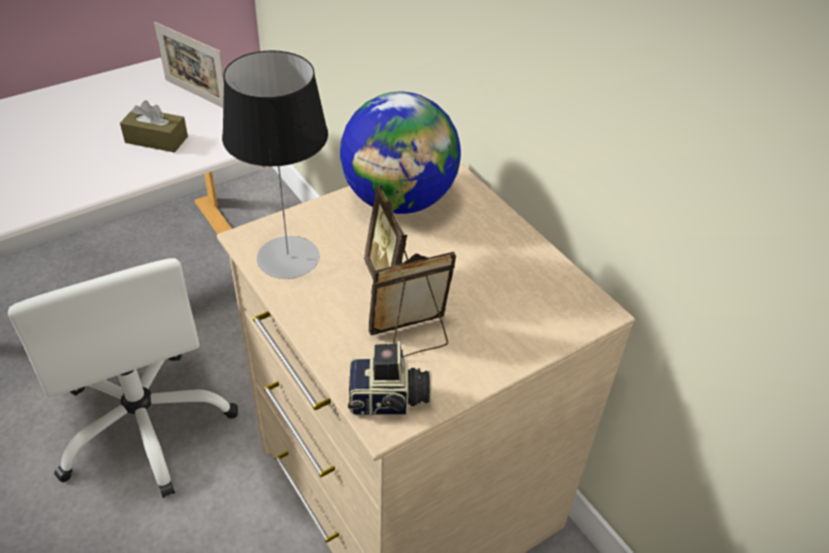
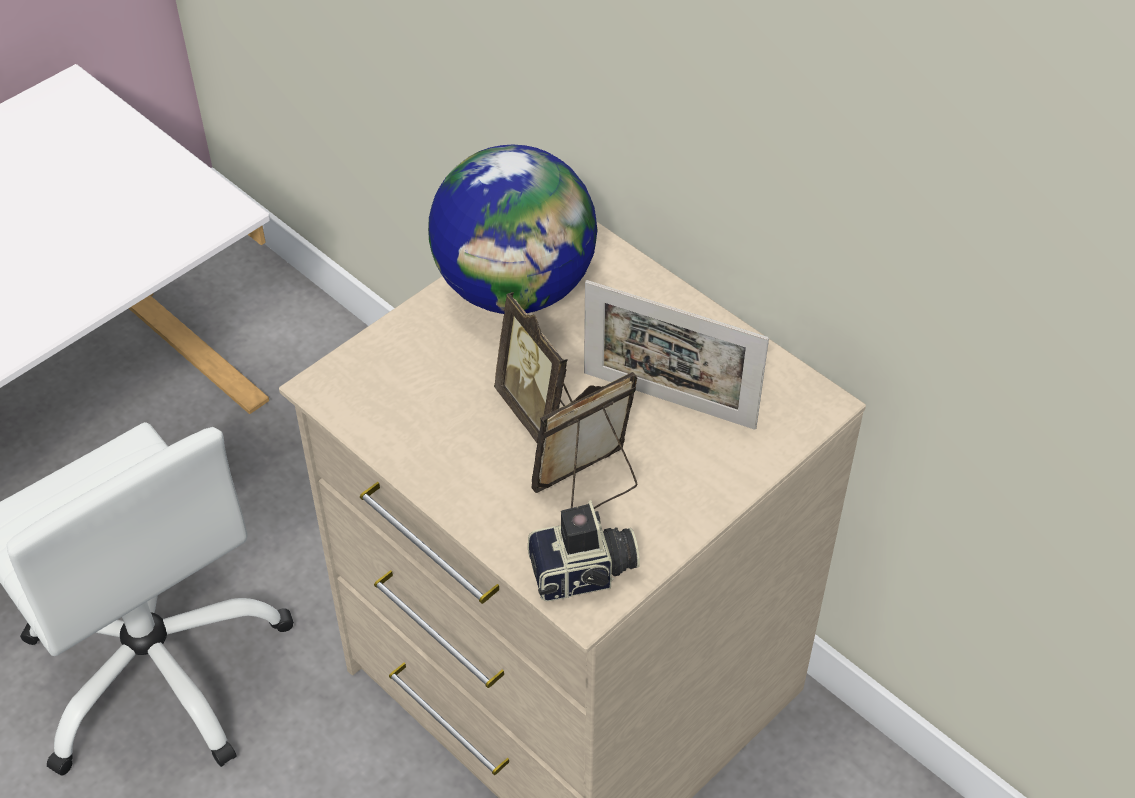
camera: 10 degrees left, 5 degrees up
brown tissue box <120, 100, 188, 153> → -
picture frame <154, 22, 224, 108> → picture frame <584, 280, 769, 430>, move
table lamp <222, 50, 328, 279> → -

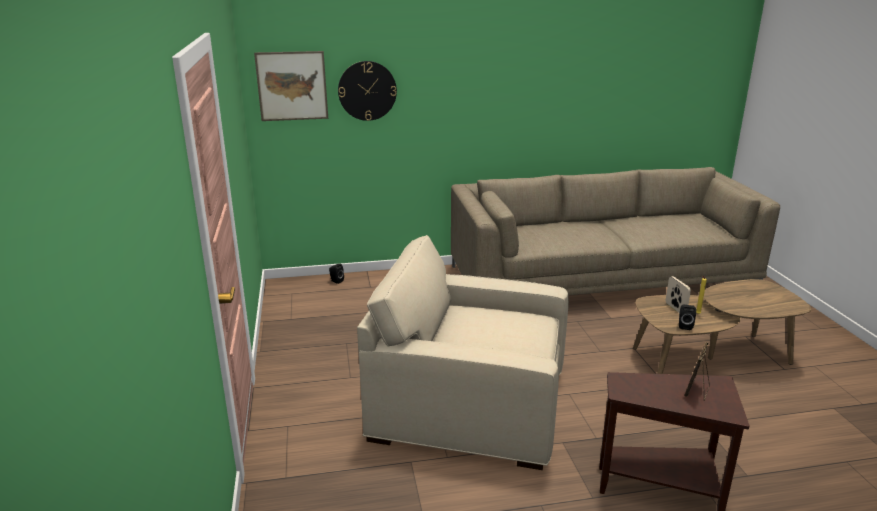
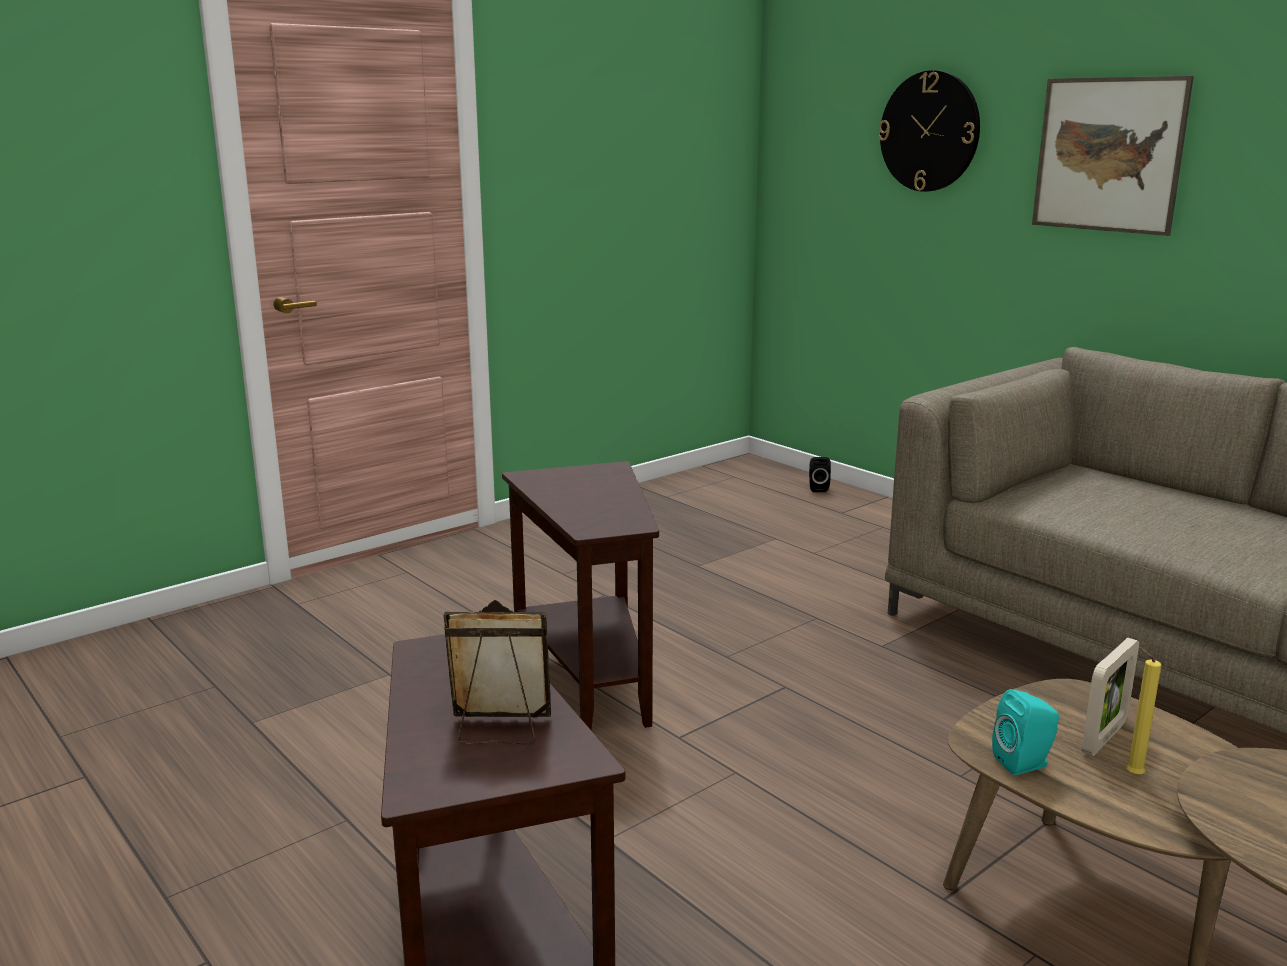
camera: 60 degrees right, 5 degrees down
picture <254, 51, 328, 121> → picture <1032, 76, 1194, 236>, move
beige armchair <357, 235, 569, 470> → brown side table <502, 461, 659, 730>
black speaker <679, 305, 696, 330> → turquoise speaker <992, 689, 1059, 775>

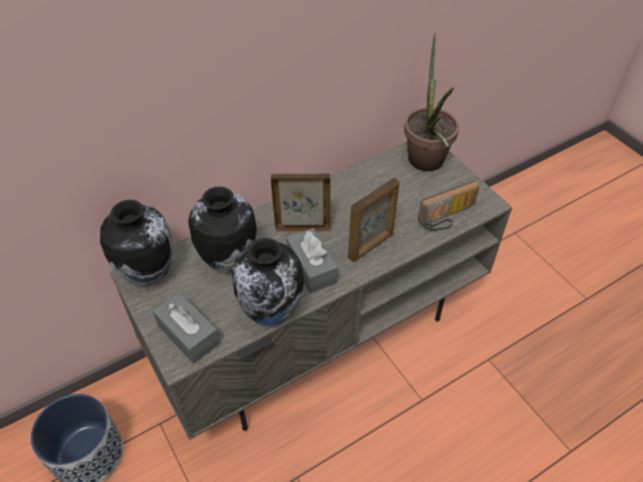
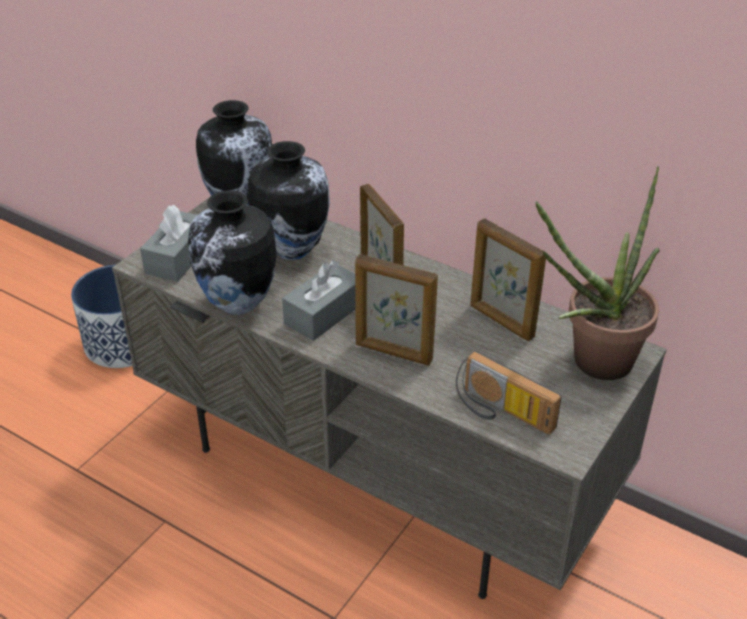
camera: 65 degrees right, 10 degrees down
- → picture frame <470, 218, 546, 341>

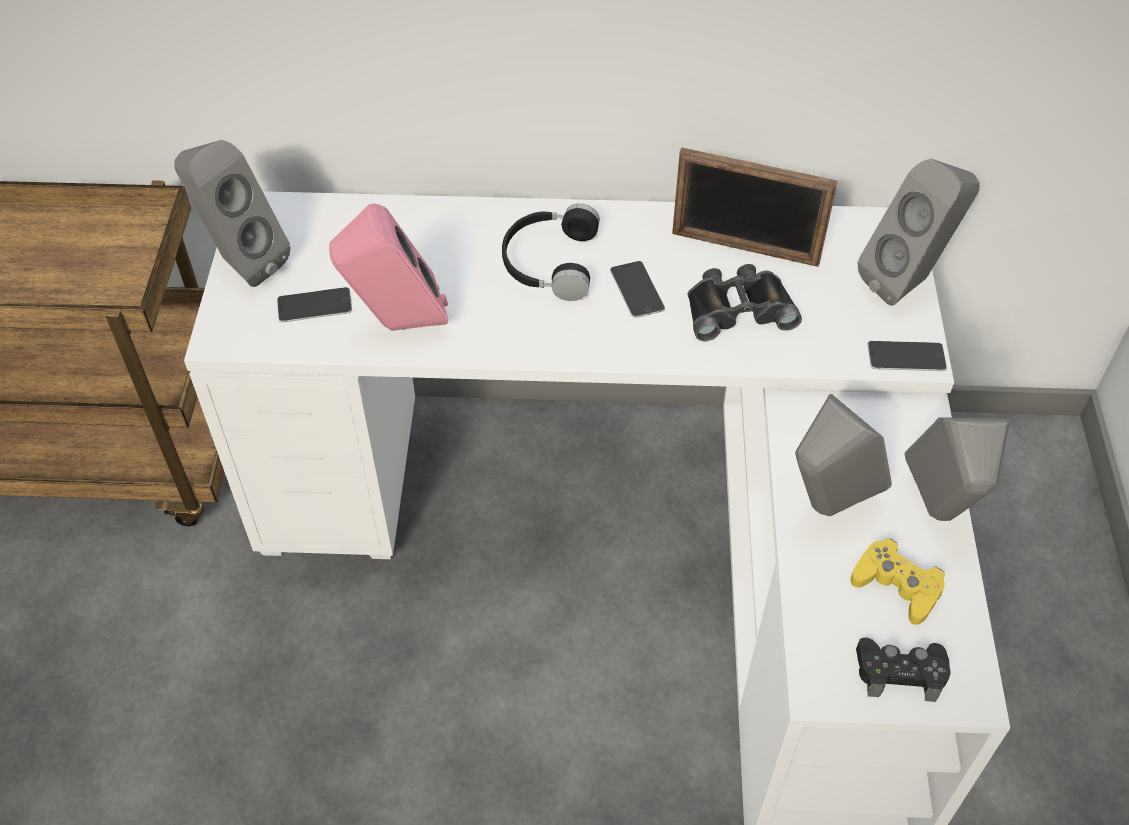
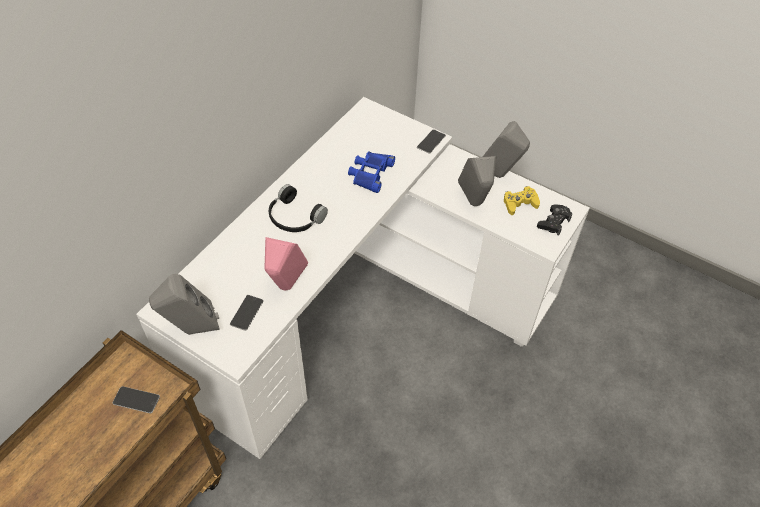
camera: 60 degrees left, 0 degrees up
phone <610, 261, 665, 318> → phone <113, 386, 160, 413>, move
picture frame <672, 147, 838, 267> → -
black binoculars <687, 264, 802, 341> → blue binoculars <348, 151, 395, 193>
grey speaker <857, 159, 980, 306> → -

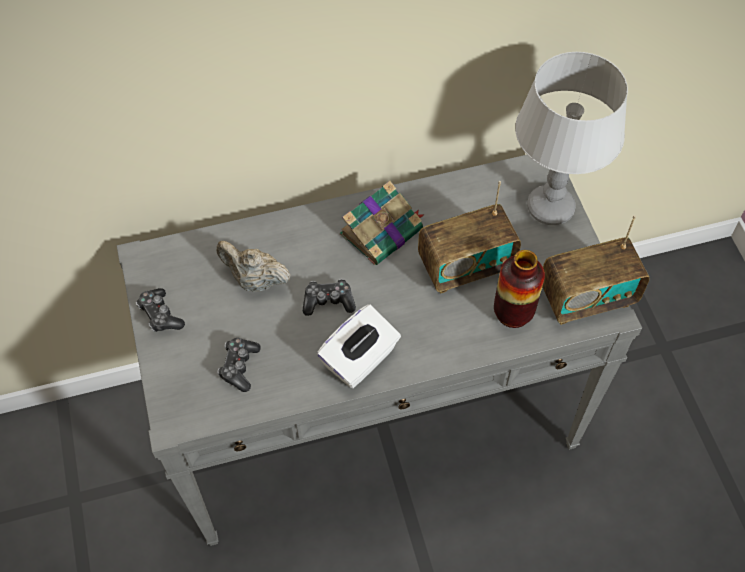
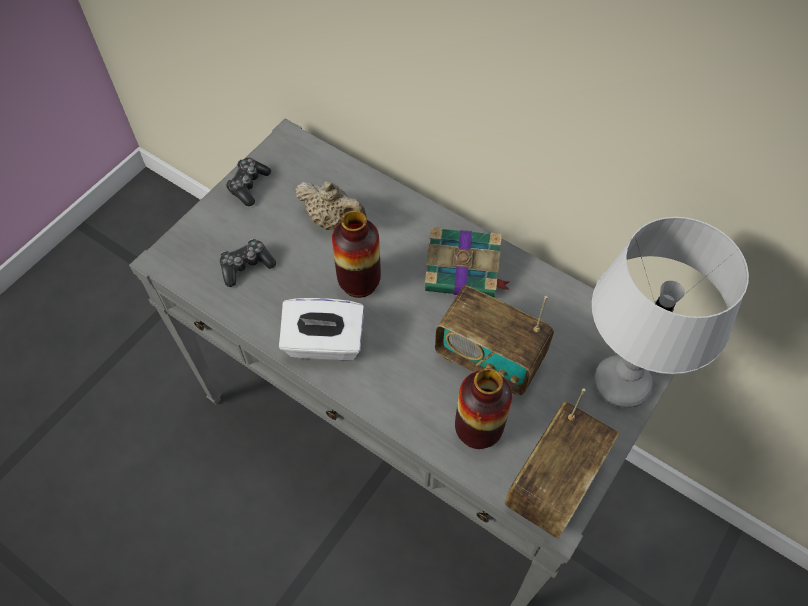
camera: 50 degrees right, 0 degrees up
beige teapot <216, 241, 291, 292> → beige teapot <295, 181, 367, 230>, 135 degrees clockwise
game controller <303, 279, 356, 316> → vase <332, 210, 381, 298>
radio <542, 215, 649, 325> → radio <505, 388, 620, 539>, 90 degrees counterclockwise

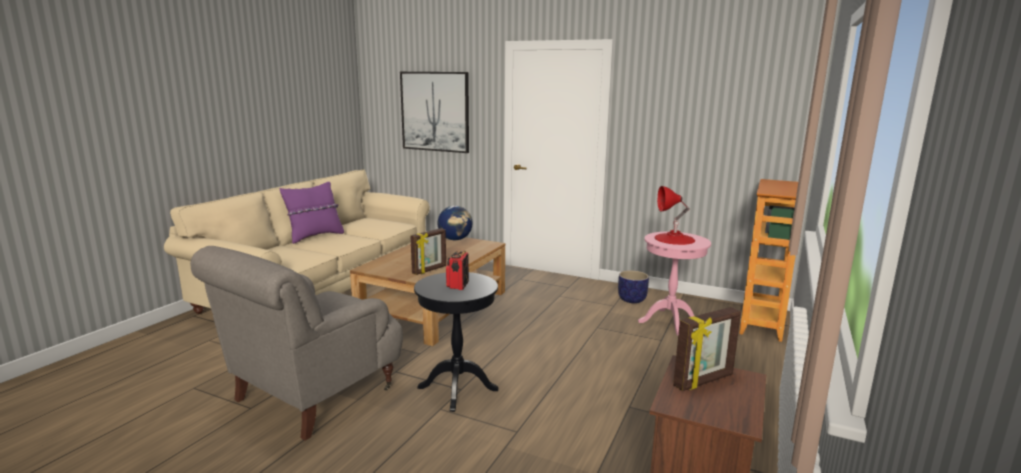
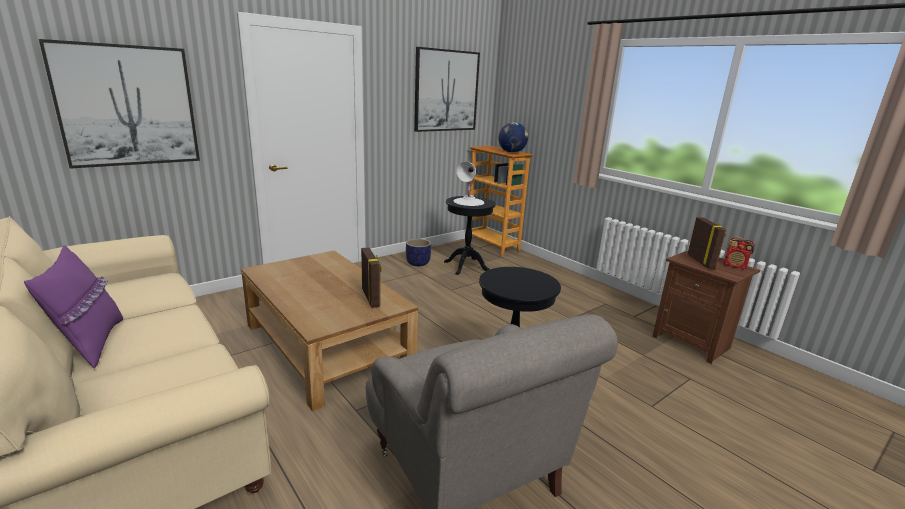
camera: 65 degrees left, 5 degrees up
globe <438, 206, 472, 240> → globe <498, 122, 528, 153>, move
radio <446, 250, 469, 290> → radio <724, 236, 755, 269>, move
pink side table <638, 232, 711, 336> → black side table <444, 196, 496, 275>
red table lamp <654, 186, 695, 245> → white table lamp <454, 161, 484, 206>
- → picture <414, 47, 480, 132>

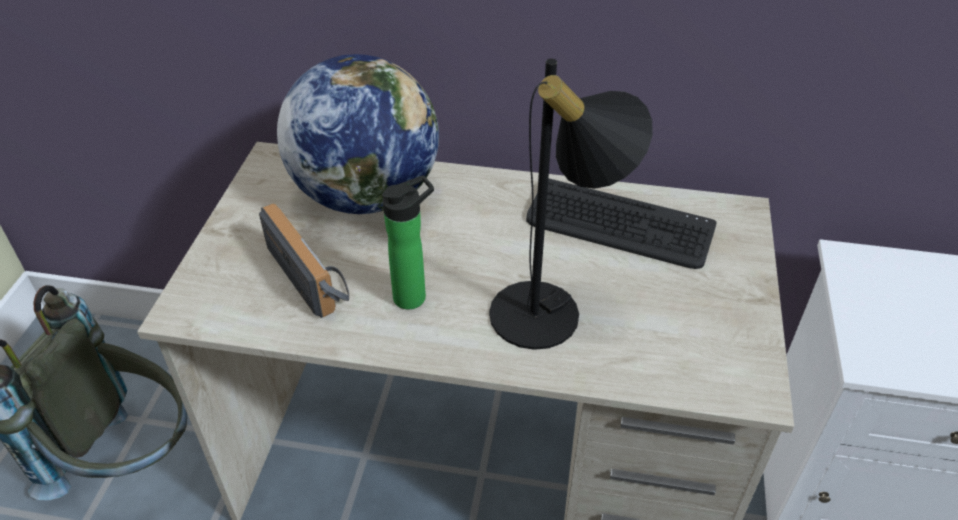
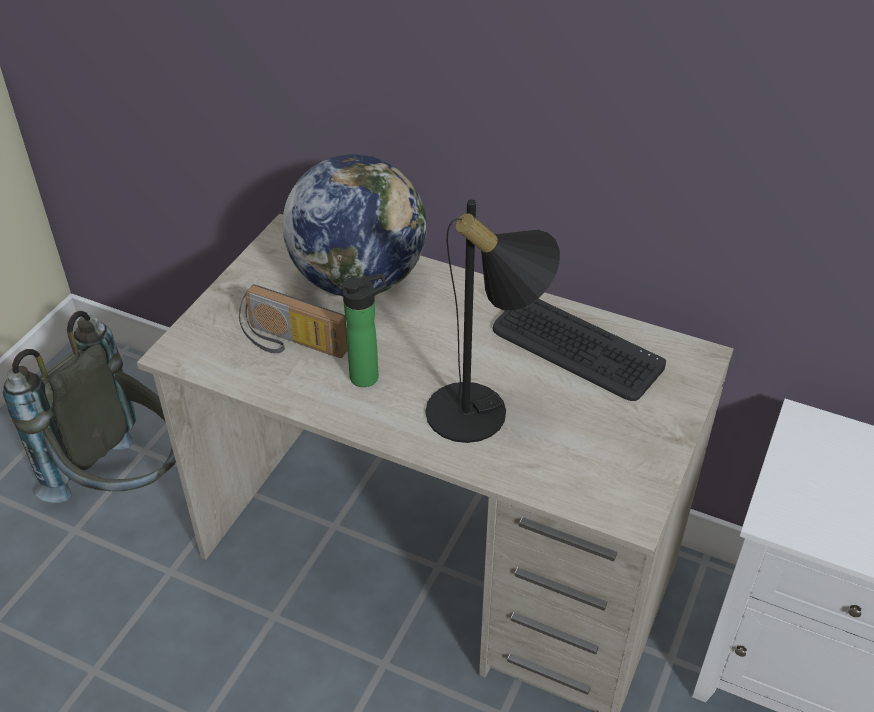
camera: 15 degrees right, 0 degrees up
radio <259, 203, 349, 318> → radio <239, 284, 348, 358>, 135 degrees clockwise

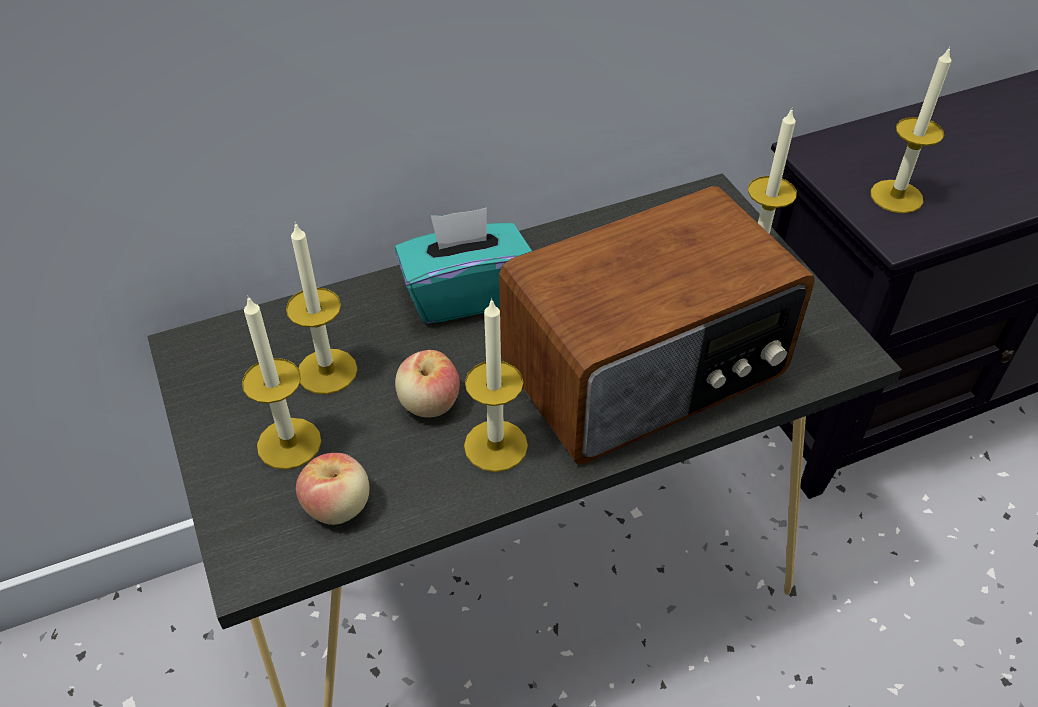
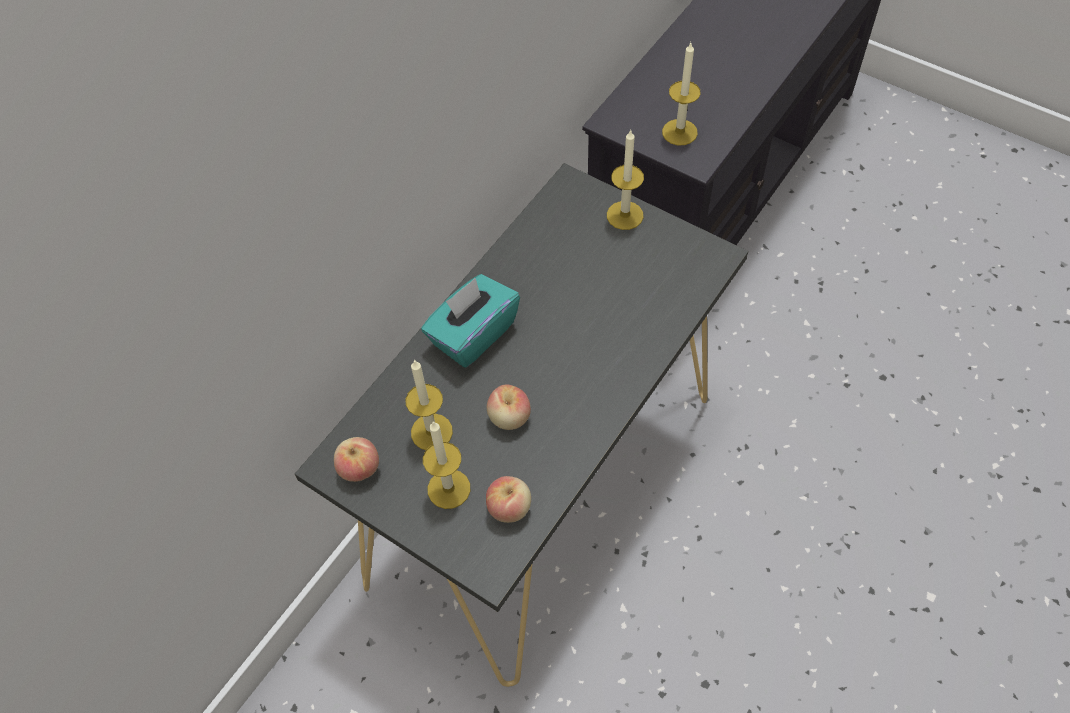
camera: 30 degrees left, 10 degrees up
candle <464, 298, 528, 472> → -
radio <499, 186, 815, 465> → -
- → apple <334, 437, 379, 482>

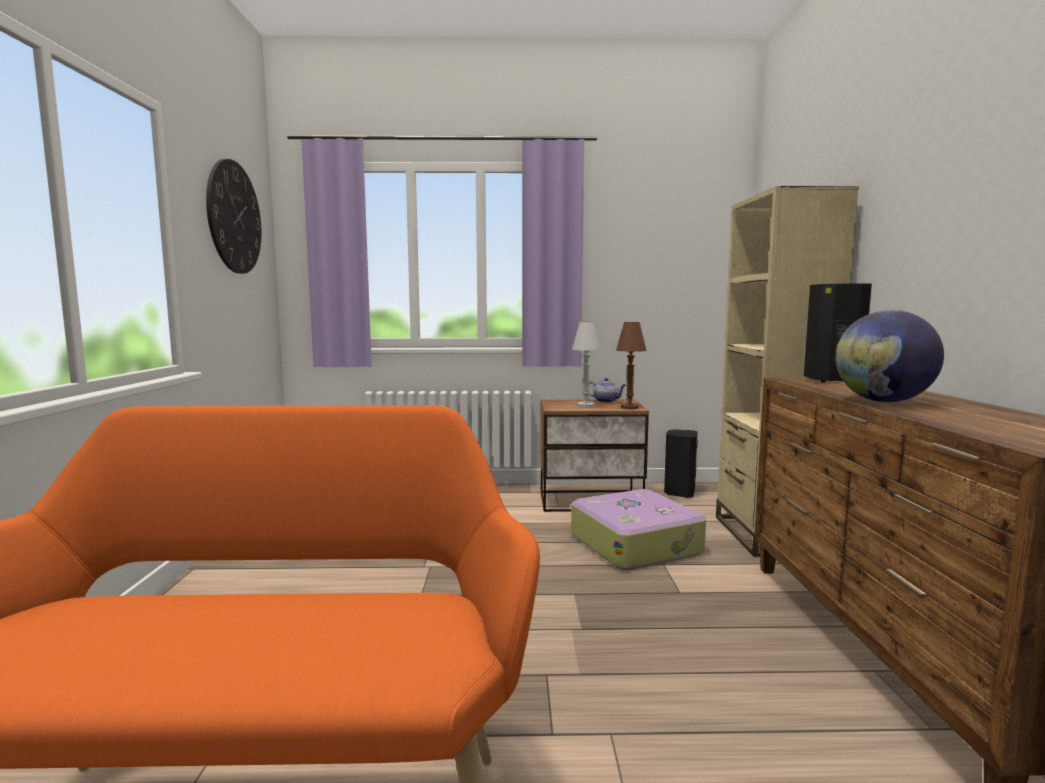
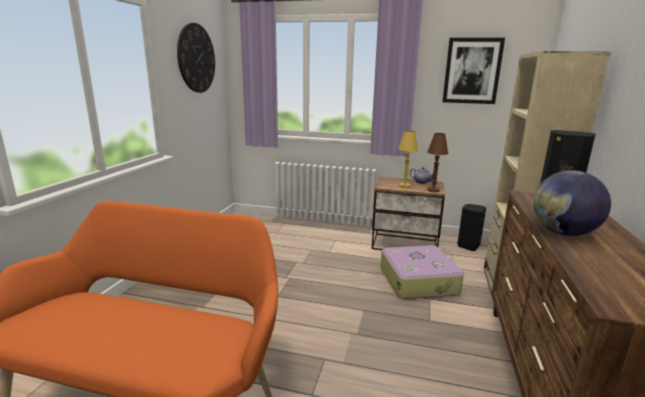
camera: 15 degrees right, 10 degrees up
white table lamp <572, 322, 602, 408> → yellow table lamp <398, 130, 418, 188>
- → picture <442, 38, 505, 104>

